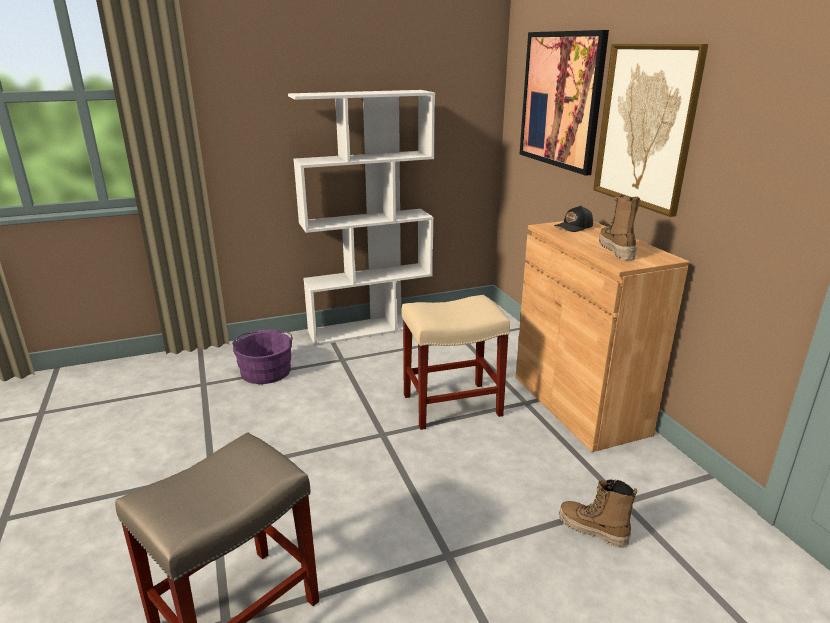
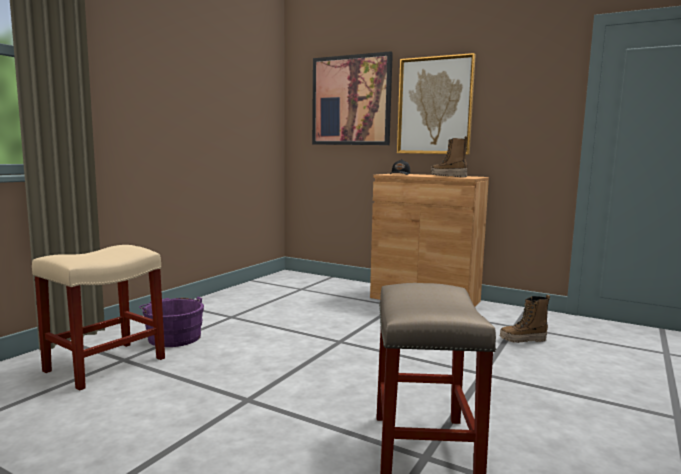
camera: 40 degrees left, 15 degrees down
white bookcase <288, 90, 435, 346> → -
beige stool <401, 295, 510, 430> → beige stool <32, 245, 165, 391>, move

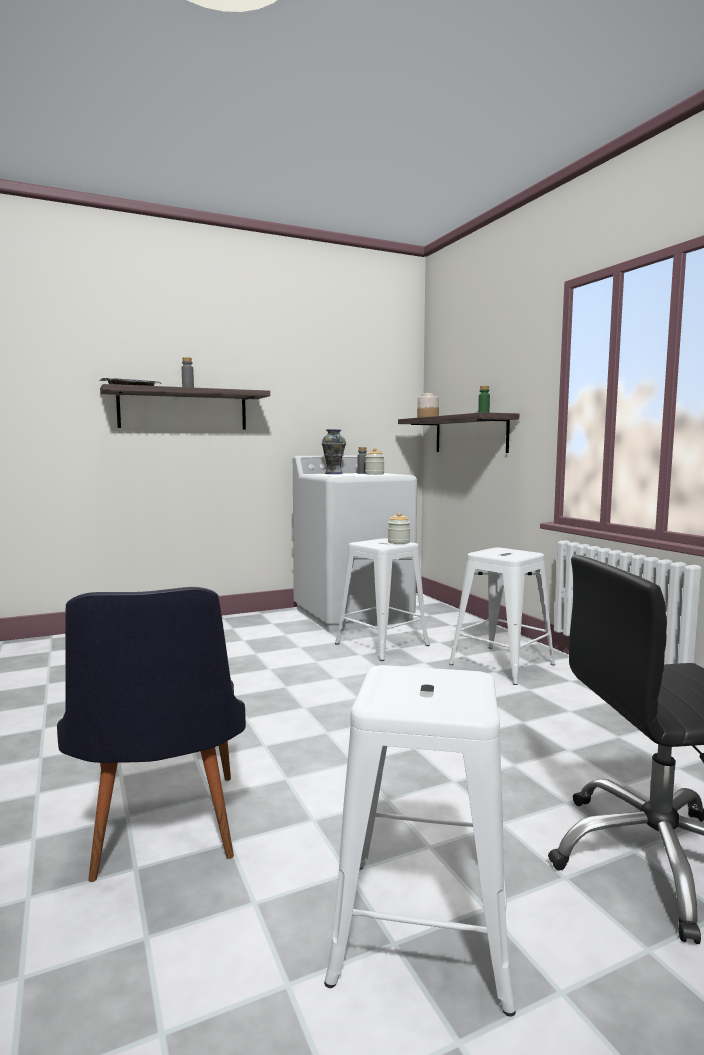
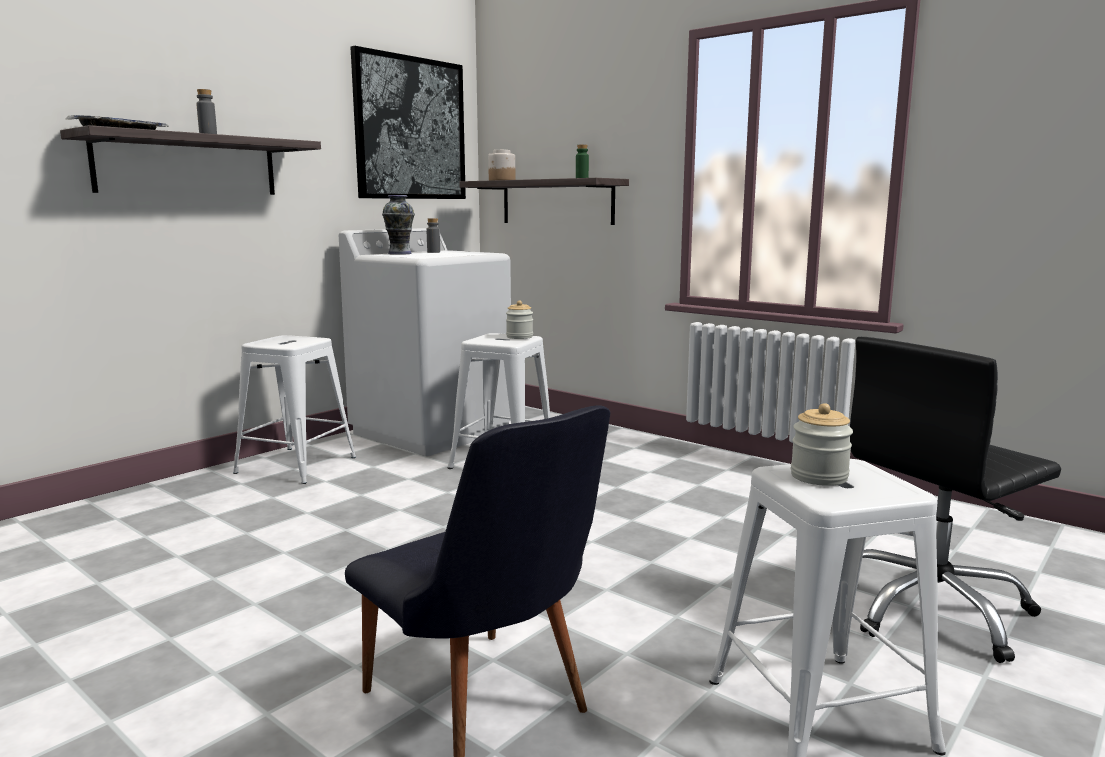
camera: 25 degrees left, 5 degrees up
jar <365, 448, 384, 475> → jar <791, 403, 853, 486>, move
white stool <449, 547, 555, 685> → white stool <233, 335, 356, 484>, move
- → picture <350, 46, 466, 199>

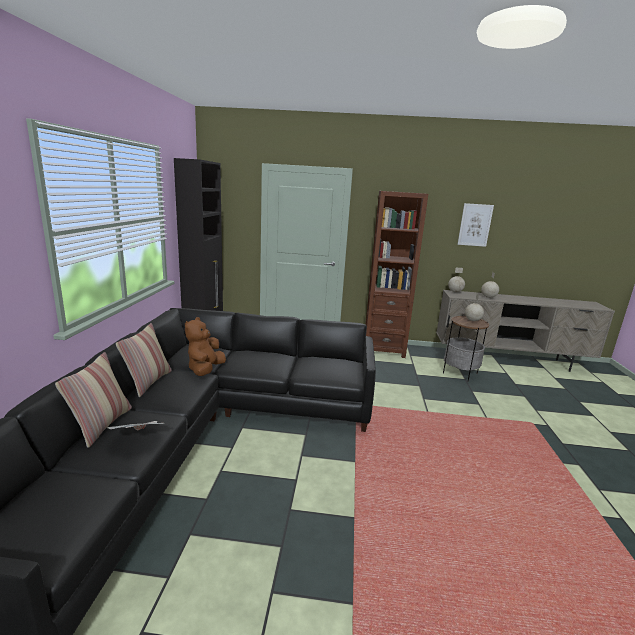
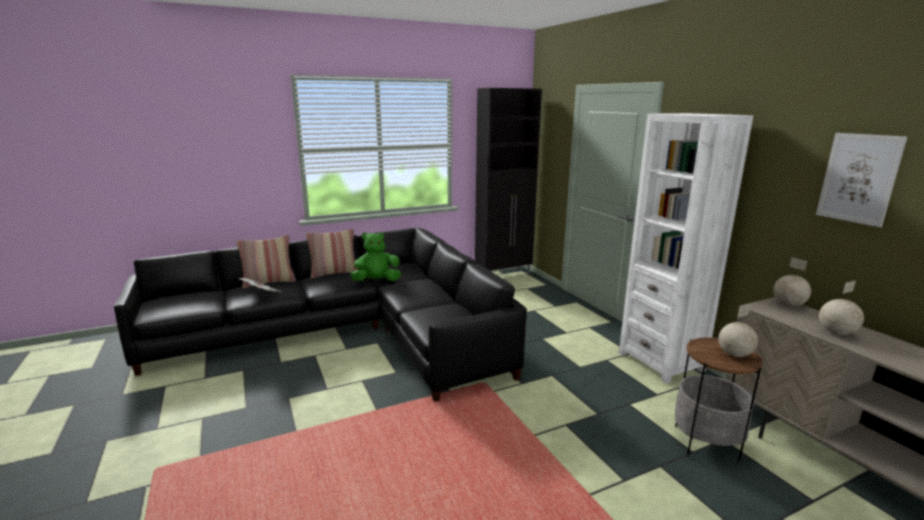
camera: 60 degrees right, 0 degrees up
brown plush toy <185, 317, 226, 376> → green plush toy <350, 232, 401, 281>
brown bookcase <366, 191, 428, 358> → white bookcase <619, 113, 753, 384>

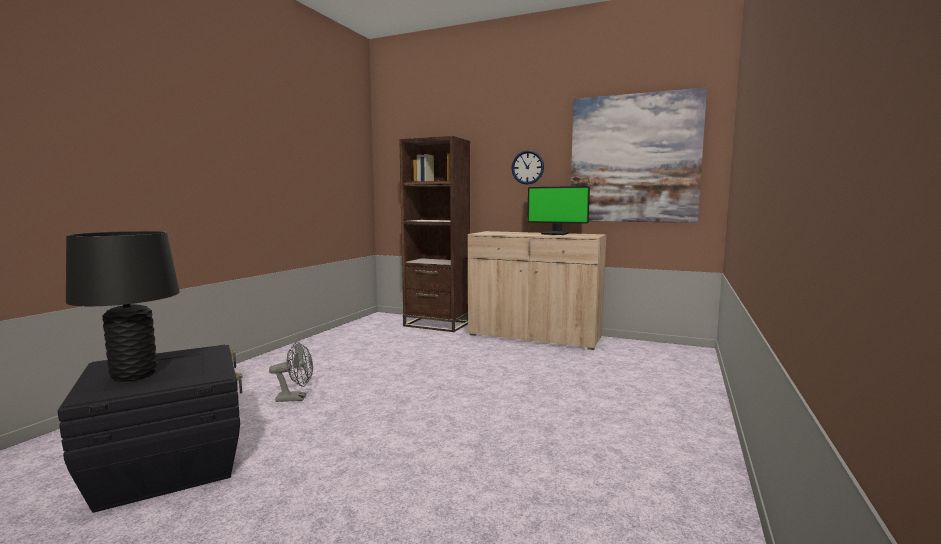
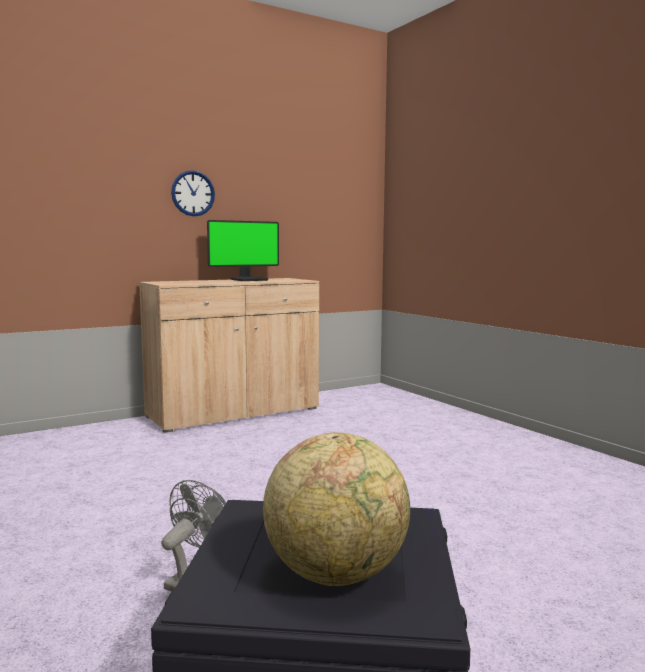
camera: 55 degrees left, 0 degrees up
black table lamp <66, 231, 180, 382> → globe <263, 432, 410, 586>
brown bookcase <399, 136, 470, 332> → -
picture <571, 88, 707, 223> → -

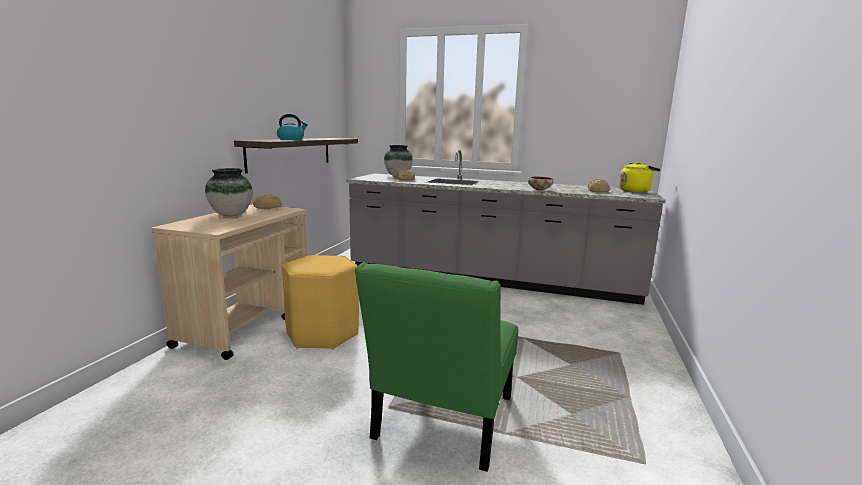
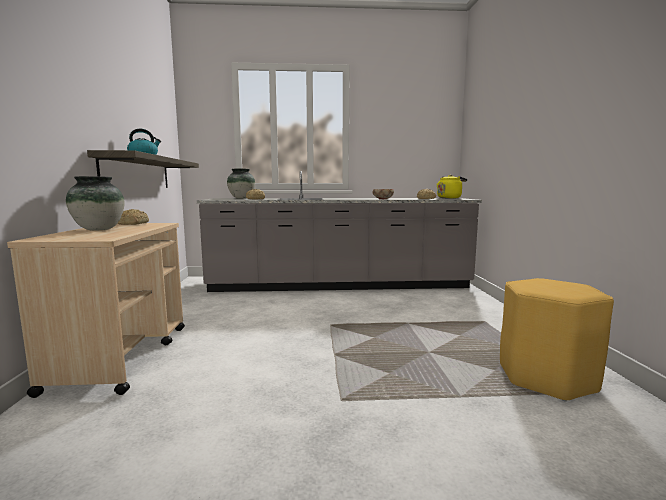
camera: 20 degrees left, 5 degrees down
yellow stool <282, 255, 359, 349> → yellow stool <500, 278, 614, 402>, move
green chair <355, 262, 518, 472> → -

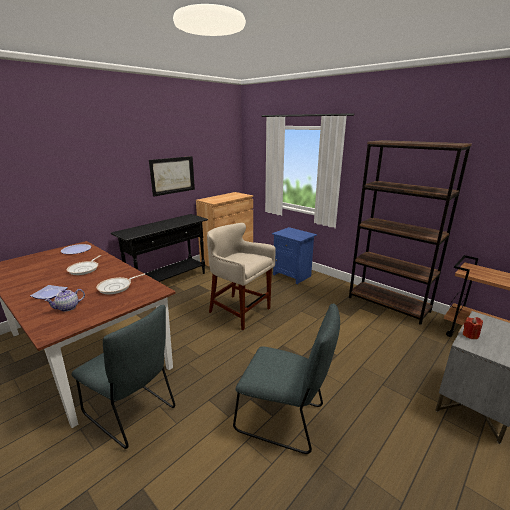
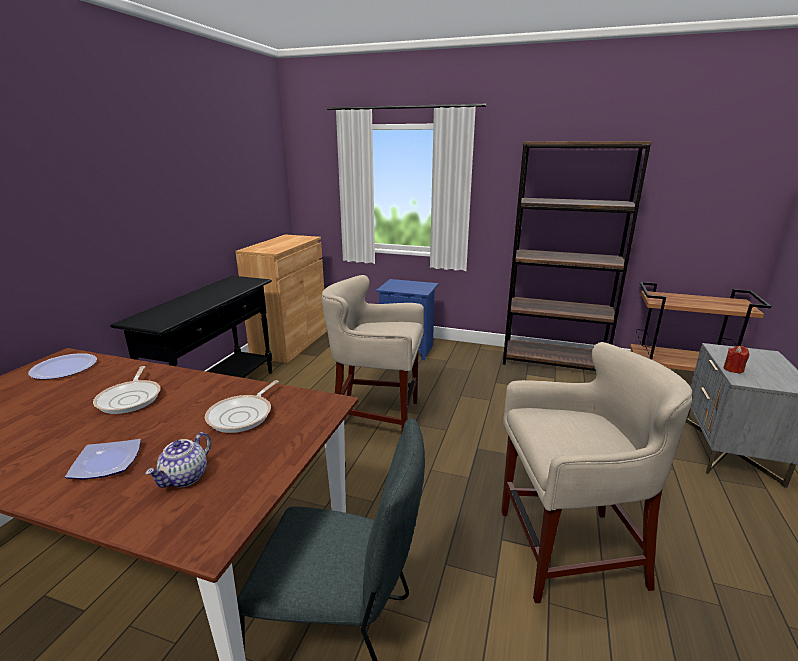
camera: 25 degrees left, 0 degrees up
picture <149, 156, 195, 196> → -
grey chair <233, 304, 340, 454> → beige stool <501, 342, 692, 603>

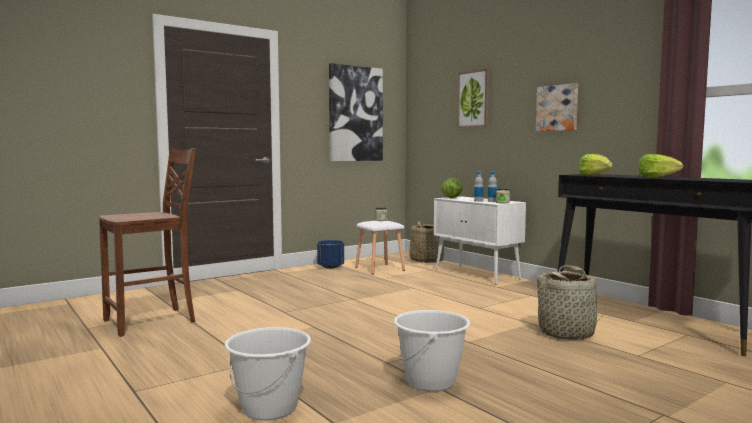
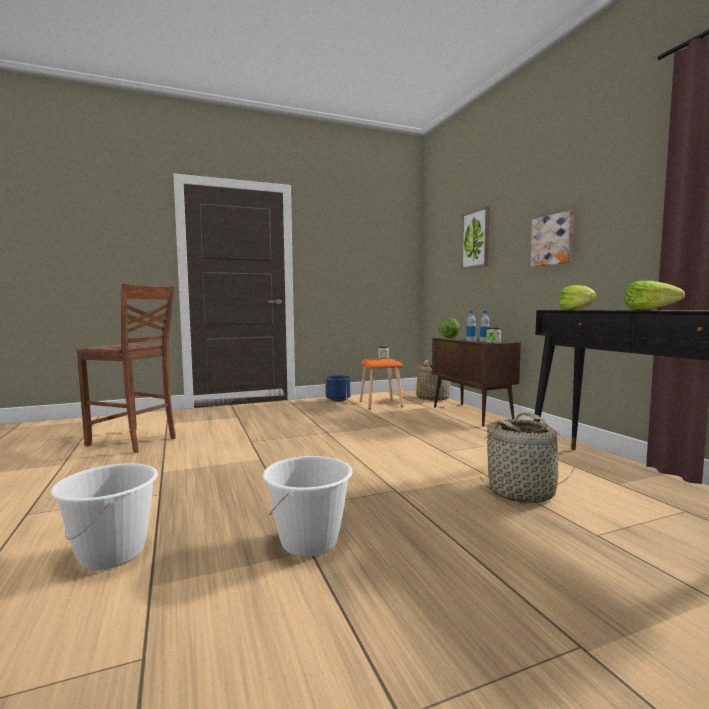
camera: 15 degrees right, 0 degrees up
brown chair <99, 148, 196, 337> → brown chair <76, 283, 176, 453>, 45 degrees clockwise
picture <329, 63, 383, 161> → -
white stool <355, 221, 405, 275> → orange stool <360, 359, 403, 409>
white cabinet <434, 197, 526, 284> → brown cabinet <432, 337, 521, 427>

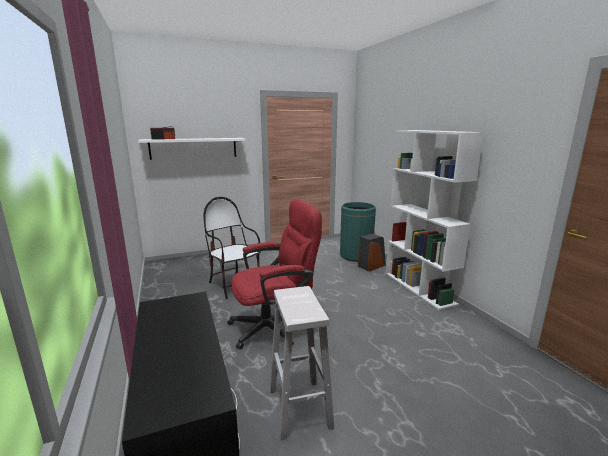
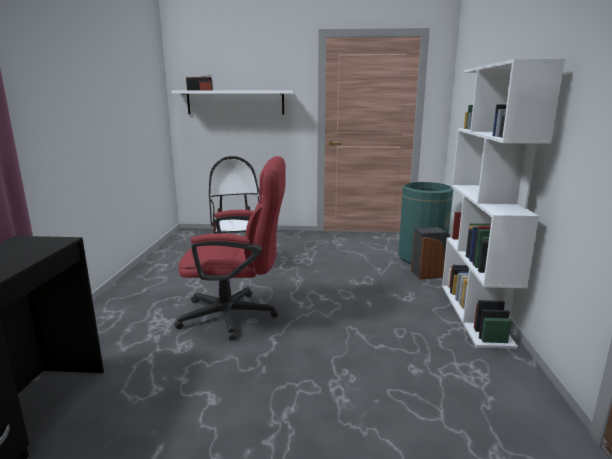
camera: 25 degrees right, 0 degrees up
white stool <270, 286, 334, 440> → -

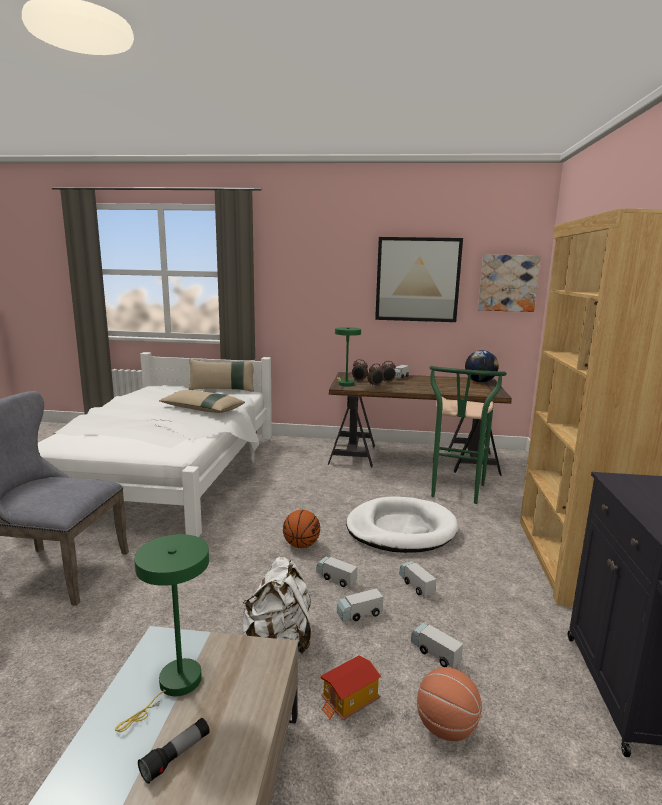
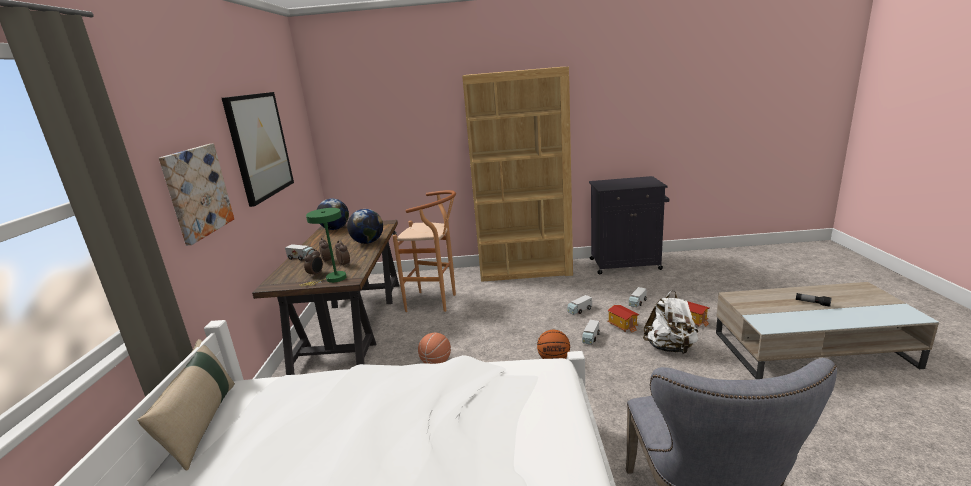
camera: 95 degrees left, 5 degrees up
green table lamp <115, 534, 209, 732> → -
beige pillow <159, 390, 245, 413> → -
toy truck <337, 588, 383, 621> → toy house <607, 305, 639, 333>
white dog bed <346, 496, 458, 553> → -
basketball <417, 667, 482, 741> → basketball <418, 333, 451, 364>, move
green stool <429, 366, 506, 504> → brown stool <393, 190, 456, 312>
picture <478, 254, 541, 312> → picture <159, 143, 234, 246>, move
- → globe <347, 209, 383, 244>

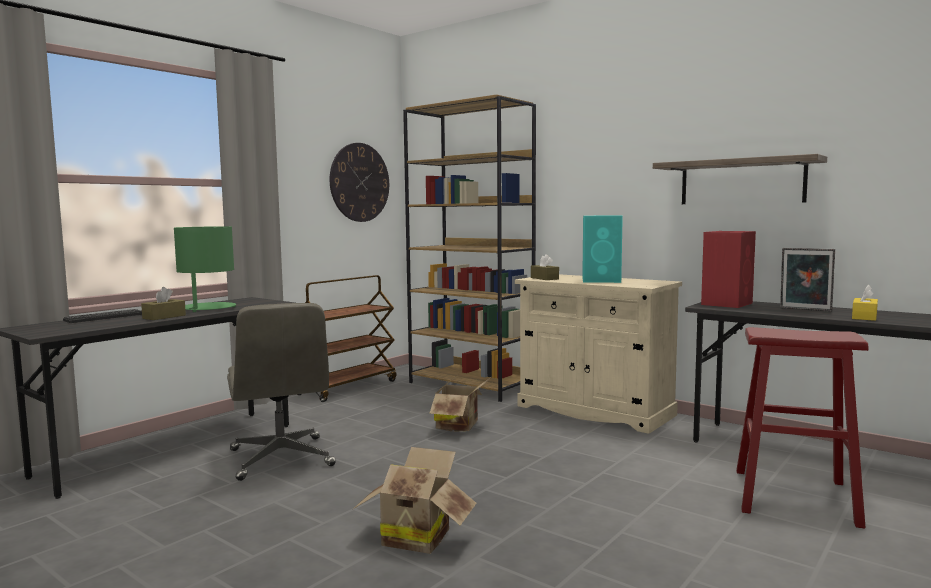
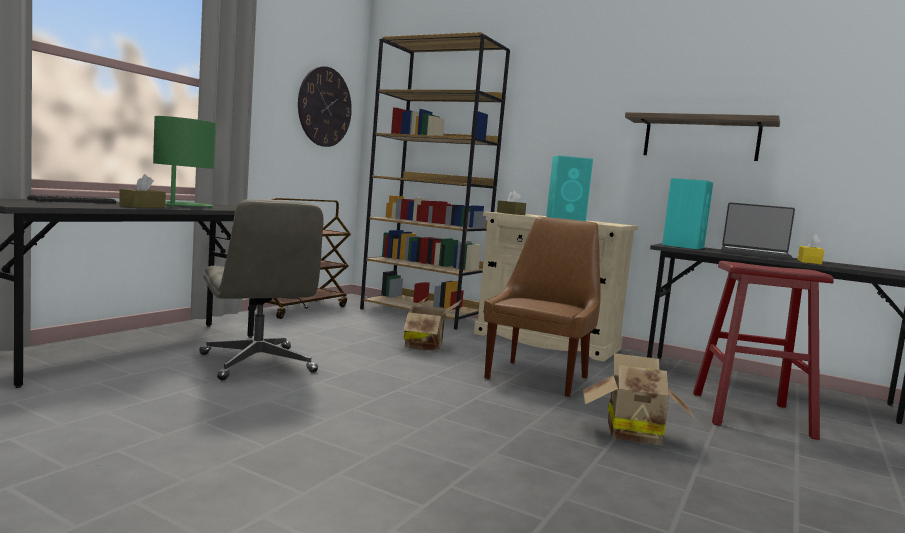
camera: 10 degrees left, 0 degrees up
cardboard box <352, 447, 476, 554> → cardboard box <583, 353, 696, 445>, move
red speaker <701, 231, 756, 308> → turquoise speaker <662, 178, 713, 249>
picture frame <780, 248, 835, 312> → laptop <721, 202, 795, 260>
- → brown chair <484, 217, 601, 397>

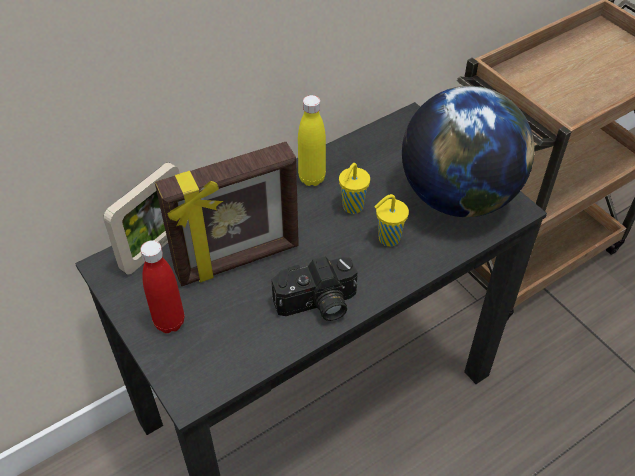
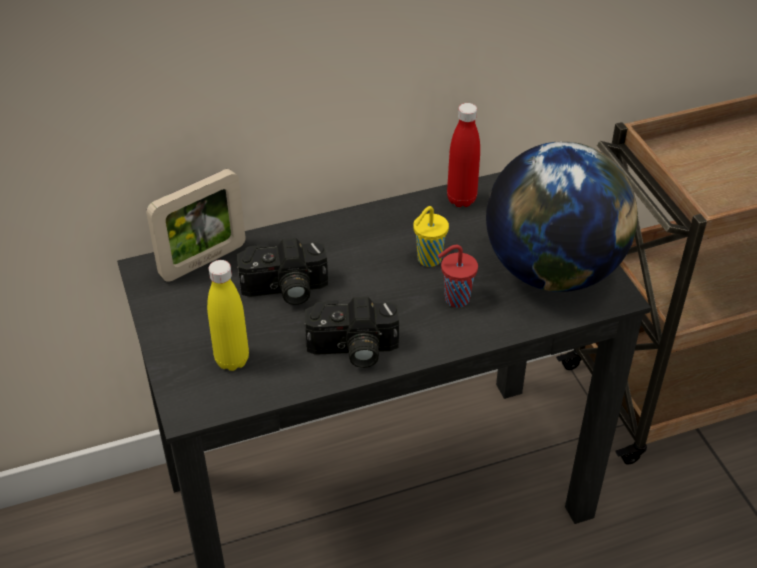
camera: 15 degrees right, 5 degrees down
red bottle <140, 240, 185, 333> → red bottle <447, 103, 480, 207>, move
picture frame <155, 142, 299, 286> → photo camera <237, 238, 328, 305>
yellow bottle <298, 95, 326, 186> → yellow bottle <207, 260, 249, 371>, move
yellow cup <374, 194, 409, 246> → red cup <438, 245, 478, 308>

